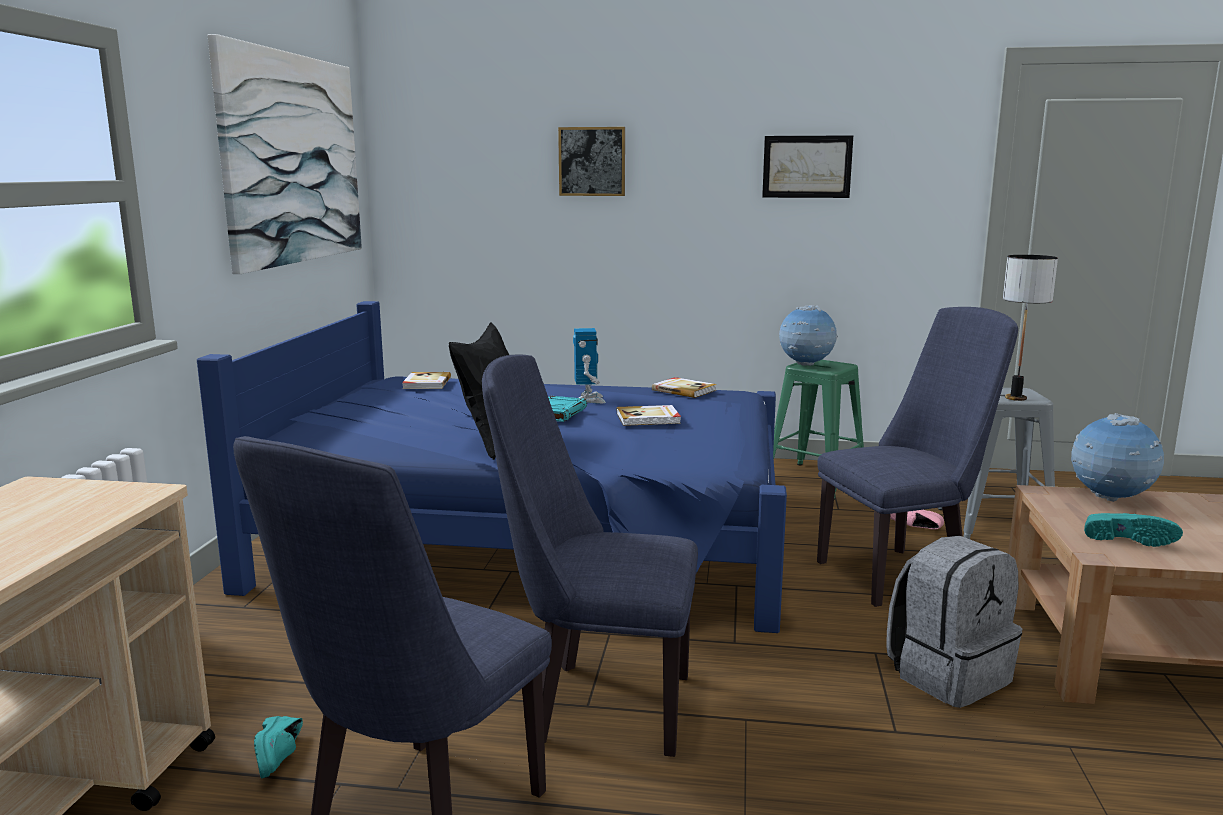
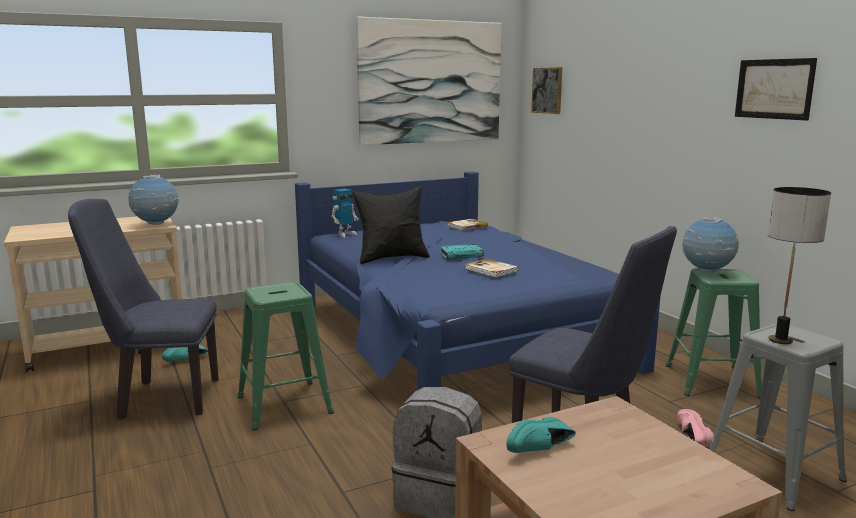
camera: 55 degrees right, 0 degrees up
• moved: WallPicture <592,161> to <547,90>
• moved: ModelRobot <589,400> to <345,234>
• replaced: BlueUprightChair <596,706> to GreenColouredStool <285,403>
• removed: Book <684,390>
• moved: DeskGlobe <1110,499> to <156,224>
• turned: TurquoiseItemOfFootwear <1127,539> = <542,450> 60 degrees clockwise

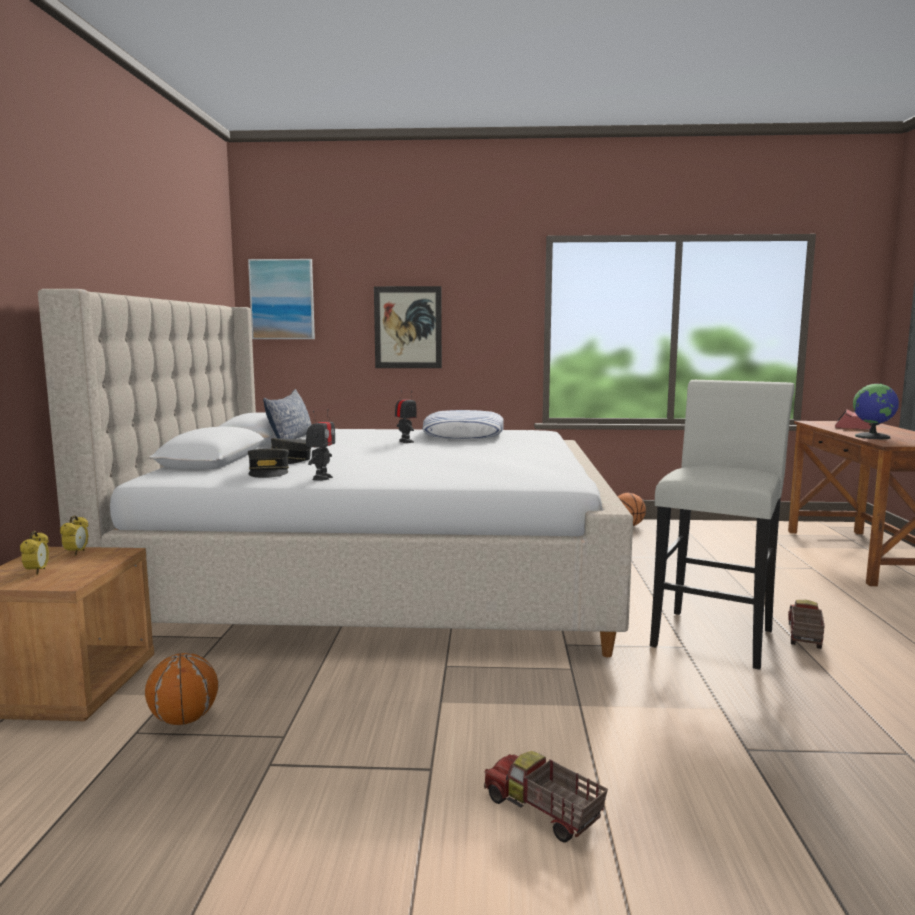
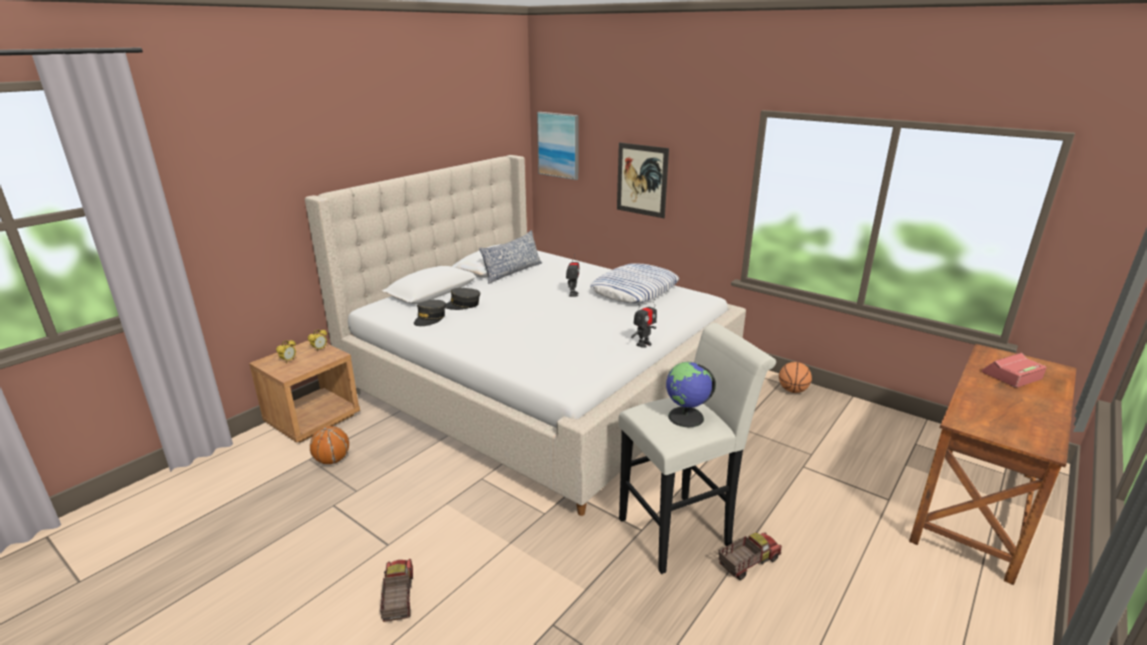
camera: 35 degrees right, 15 degrees up
• moved: DeskGlobe <873,437> to <686,417>
• moved: ModelRobot <322,478> to <643,344>

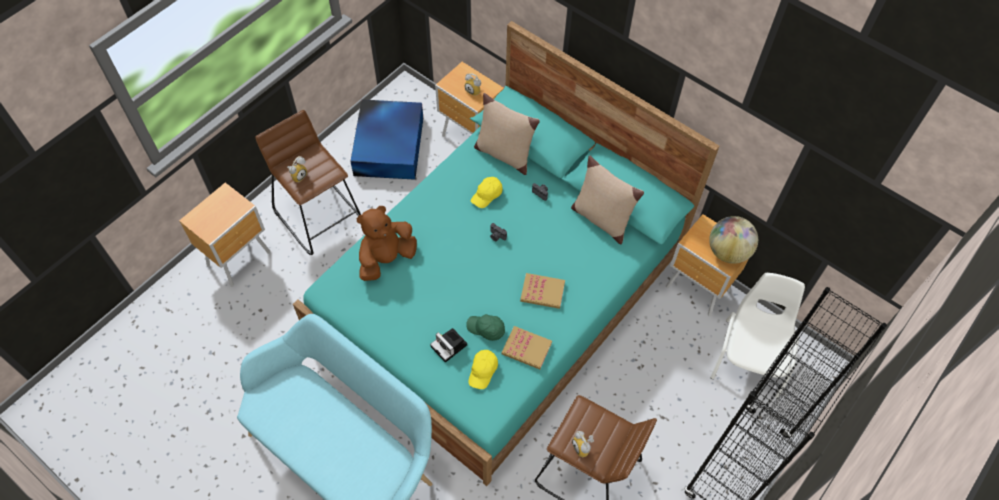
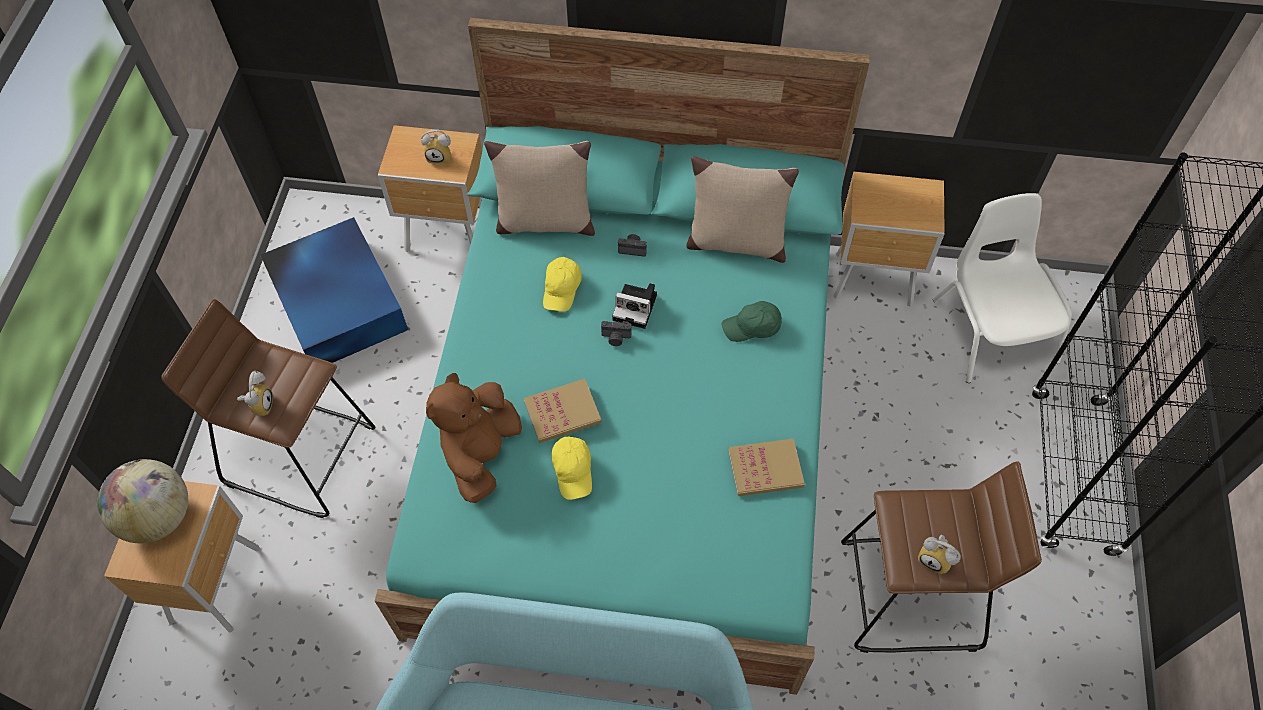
camera: 30 degrees left, 0 degrees up
• moved: DeskGlobe <728,251> to <158,517>
• moved: Book <542,292> to <562,412>
• moved: GreenColouredCap <486,329> to <752,327>
• moved: StillCamera <450,346> to <637,307>
• moved: YellowishCap <483,371> to <573,470>

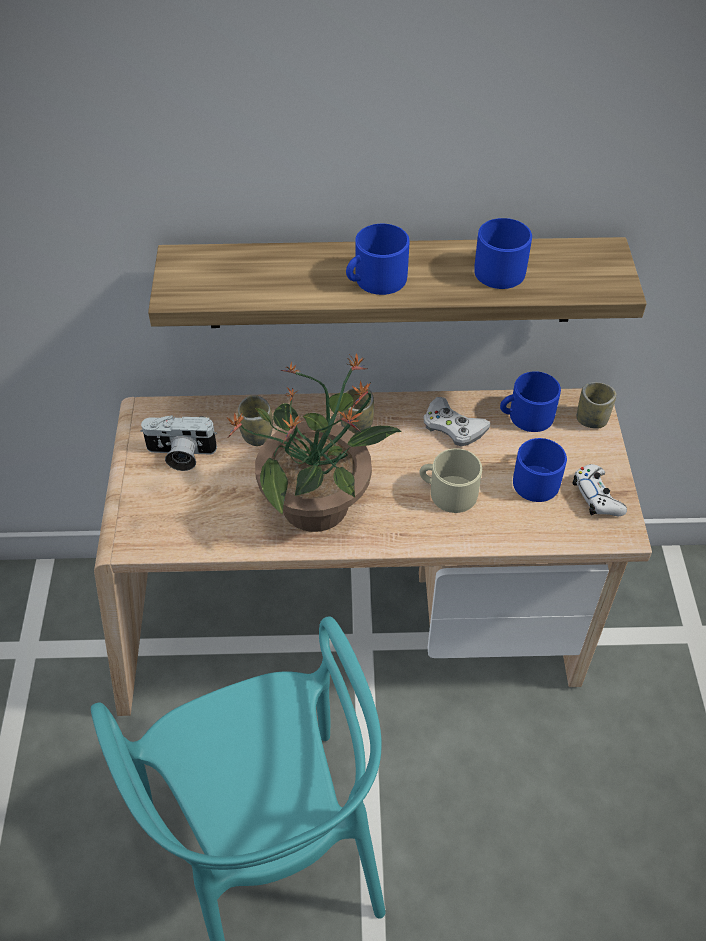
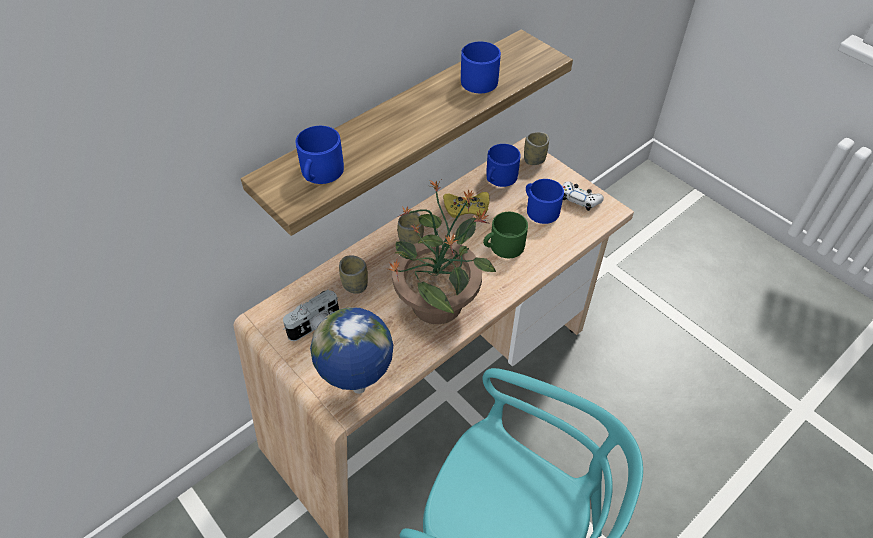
camera: 40 degrees left, 0 degrees up
• moved: BlueCoffeeMug <375,280> to <320,173>
• recoloured: WhiteColouredJoypad <453,427> to YellowishJoypad <467,207>
• recoloured: SandColouredCoffeeMug <447,492> to GreenColouredCoffeeMug <503,246>
• added: DeskGlobe <359,389>

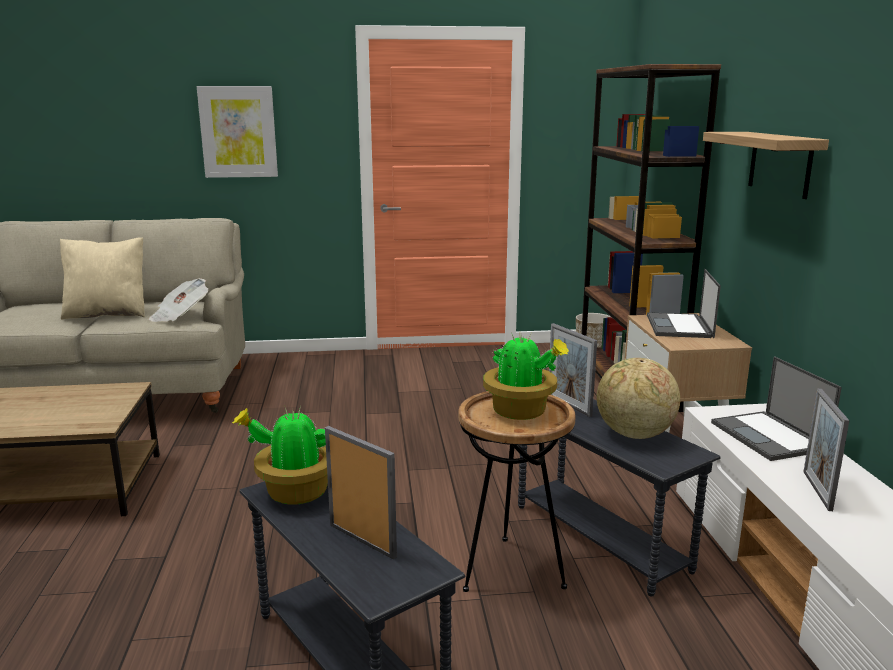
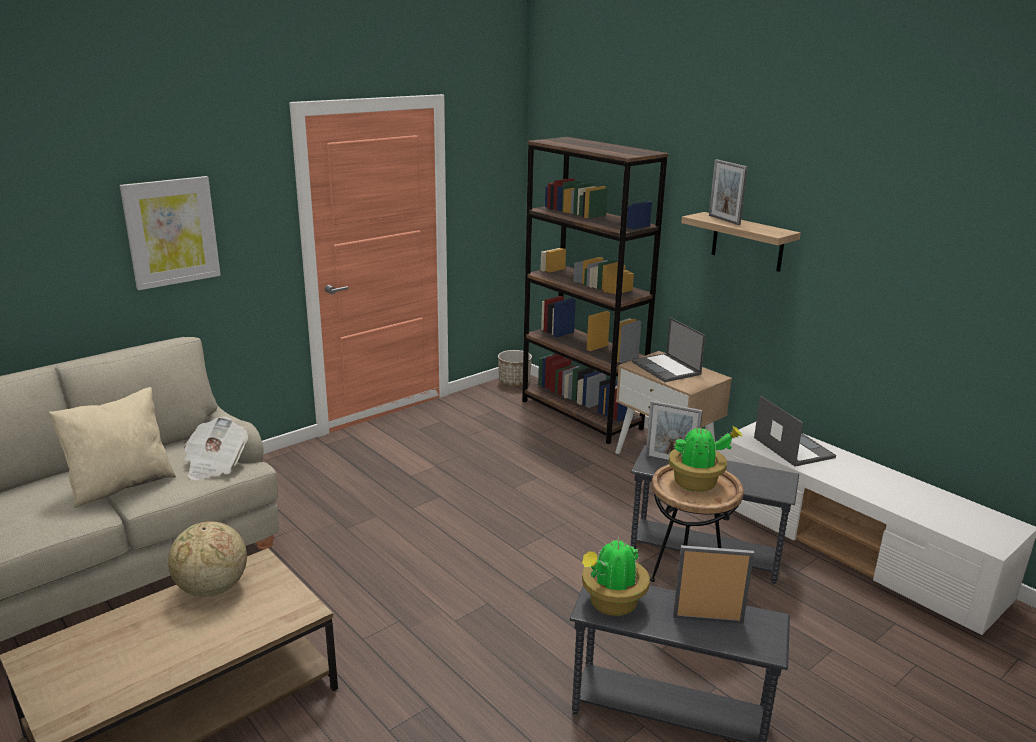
camera: 35 degrees left, 5 degrees up
• turned: Laptop <770,437> = <792,447> 150 degrees counterclockwise
• moved: DeskGlobe <634,434> to <212,589>
• moved: PhotoFrame <817,490> to <724,220>

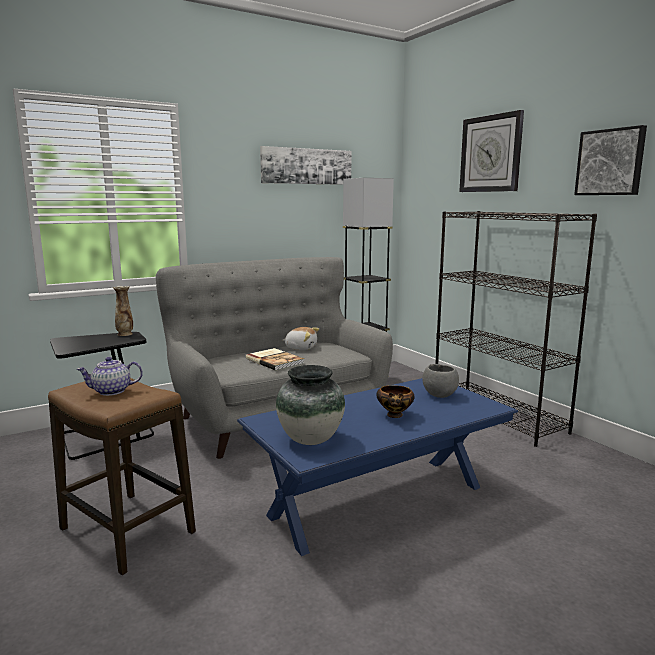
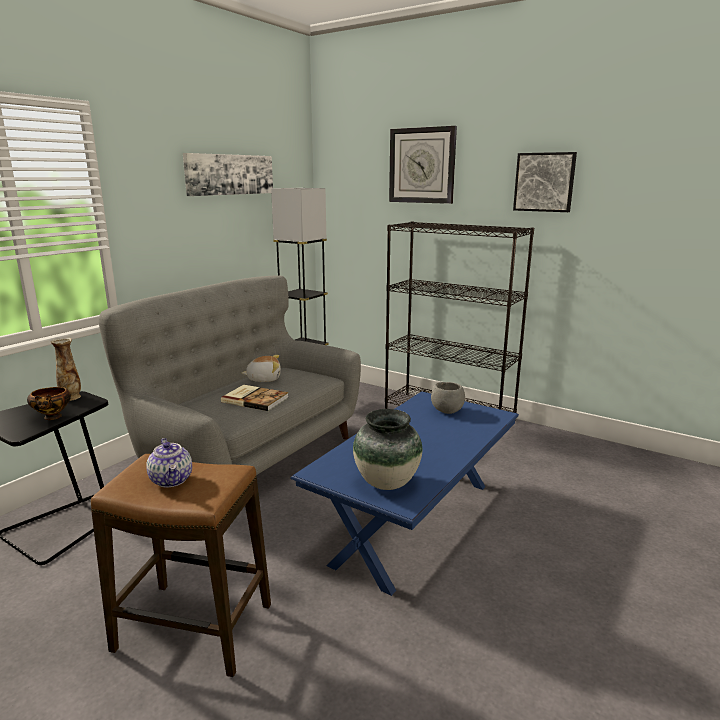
camera: 25 degrees left, 5 degrees up
• turned: TeaPot <111,391> = <172,480> 75 degrees counterclockwise
• moved: ServingBowl <395,416> to <53,417>

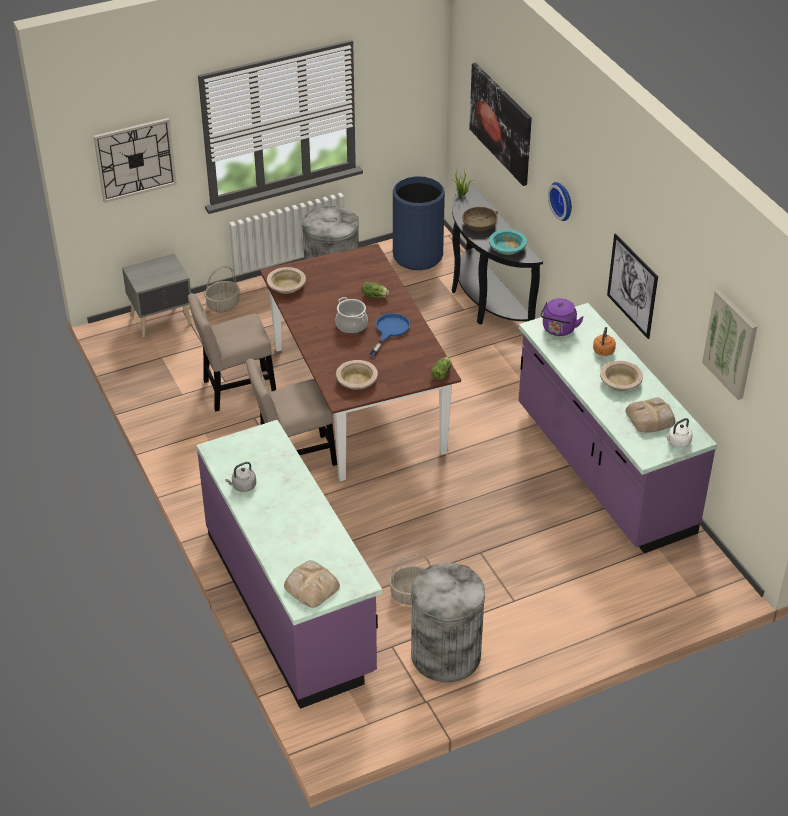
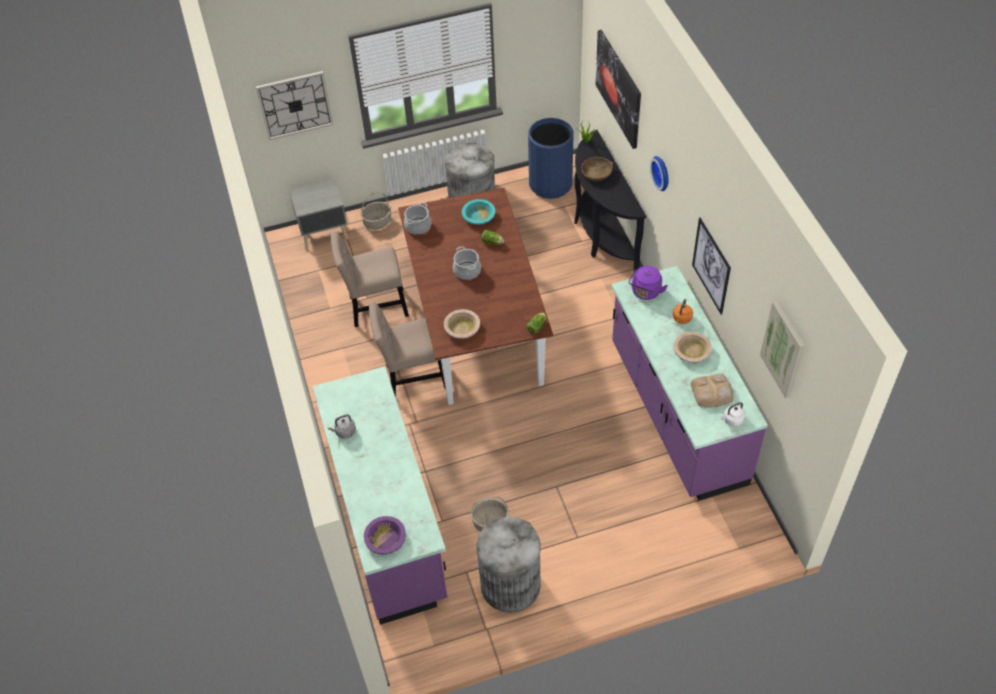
camera: 10 degrees right, 10 degrees up
• moved: TurquoiseServingBowl <507,247> to <479,216>
• replaced: SandColouredServingBowl <286,286> to CookingPot <418,226>
• removed: BlueSkillet <389,331>
• replaced: BakedBread <311,586> to PurpleColouredServingBowl <385,539>

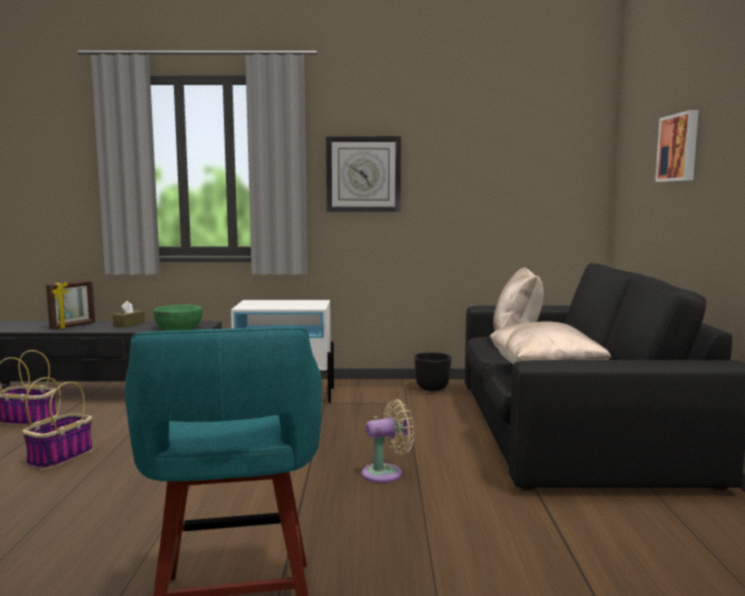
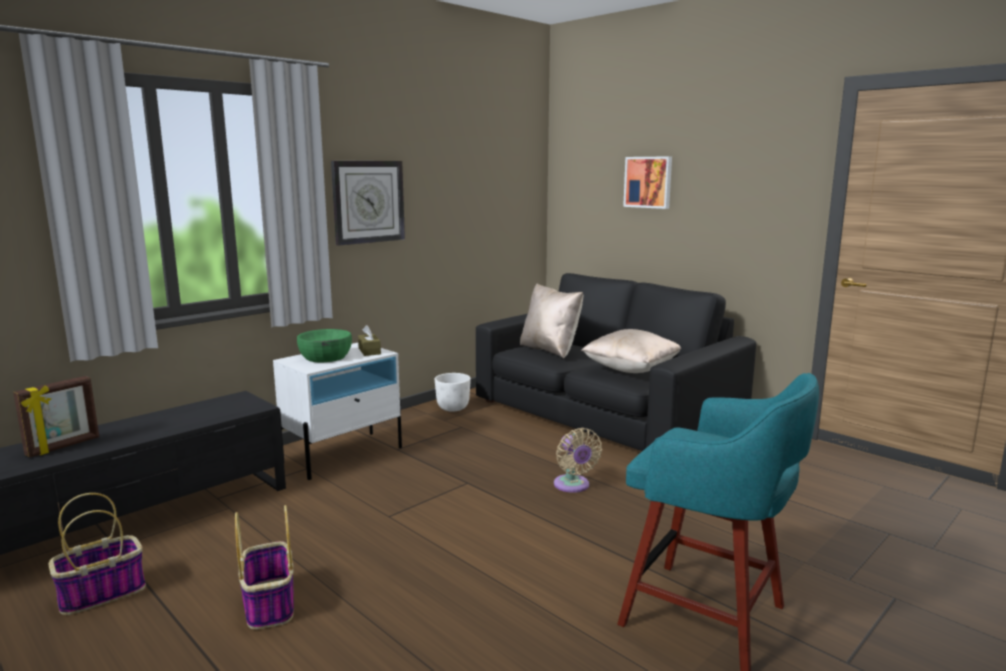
camera: 45 degrees left, 5 degrees up
• turned: PhotoFrame <73,326> = <63,447> 45 degrees clockwise
• moved: BrownColouredTissueBox <129,324> to <369,351>
• moved: GreenColouredServingBowl <179,328> to <325,357>
• recoloured: BlackColouredFlowerPot <431,388> to WhiteColouredFlowerPot <452,408>
• turned: SandColouredCoolingFan <386,473> = <573,486> 135 degrees clockwise

